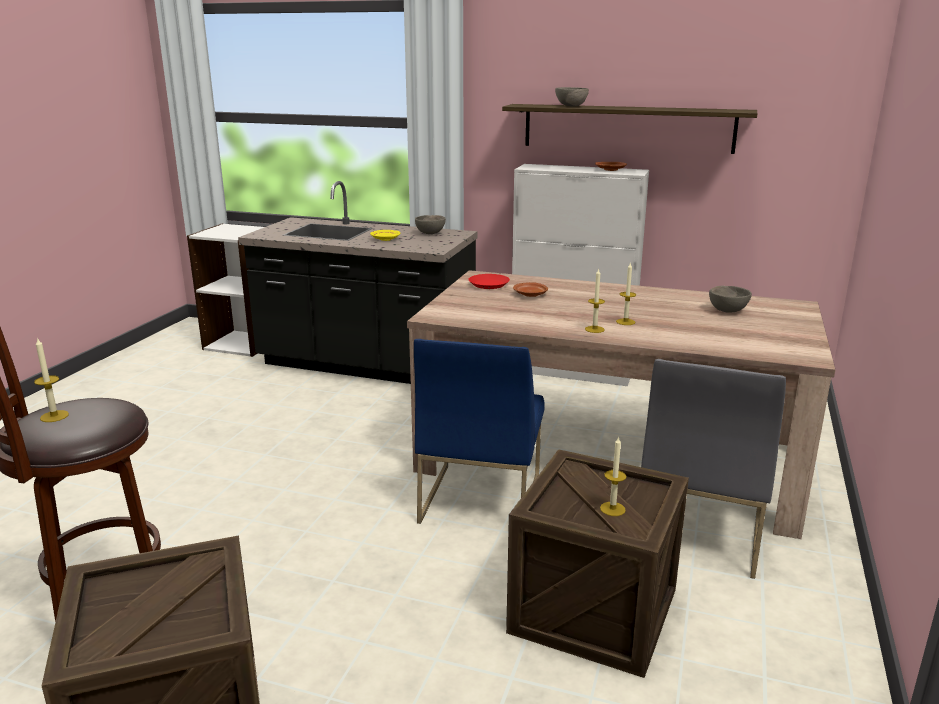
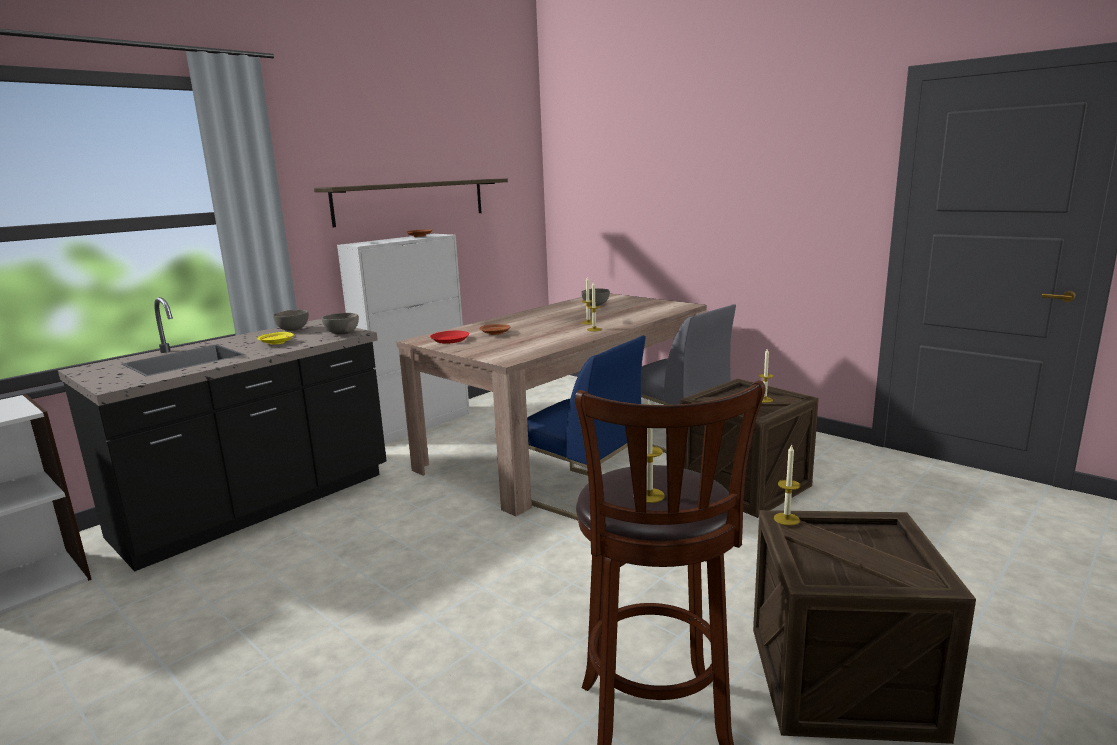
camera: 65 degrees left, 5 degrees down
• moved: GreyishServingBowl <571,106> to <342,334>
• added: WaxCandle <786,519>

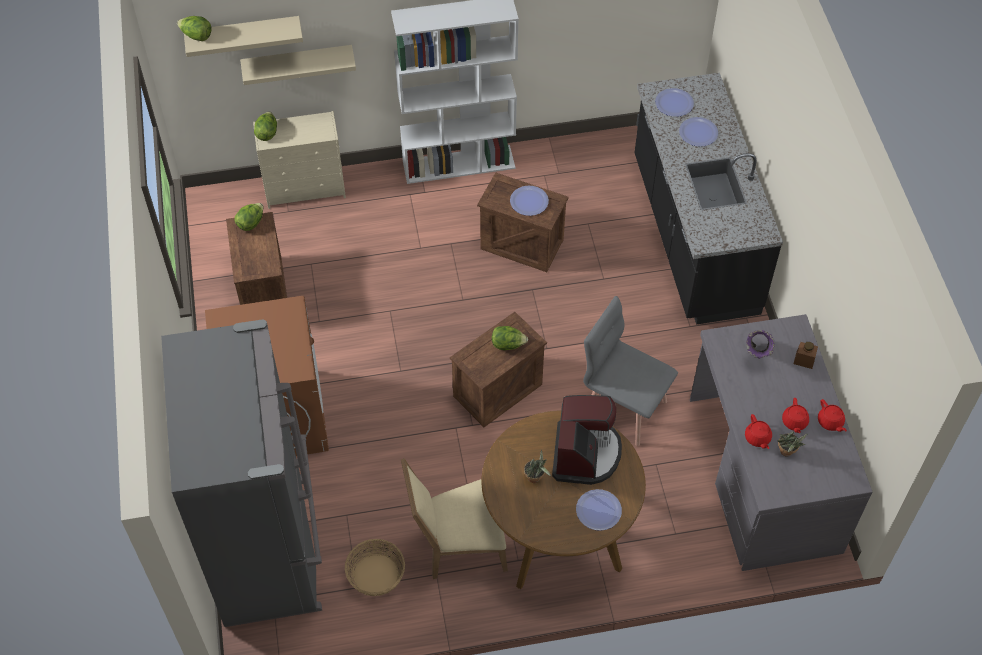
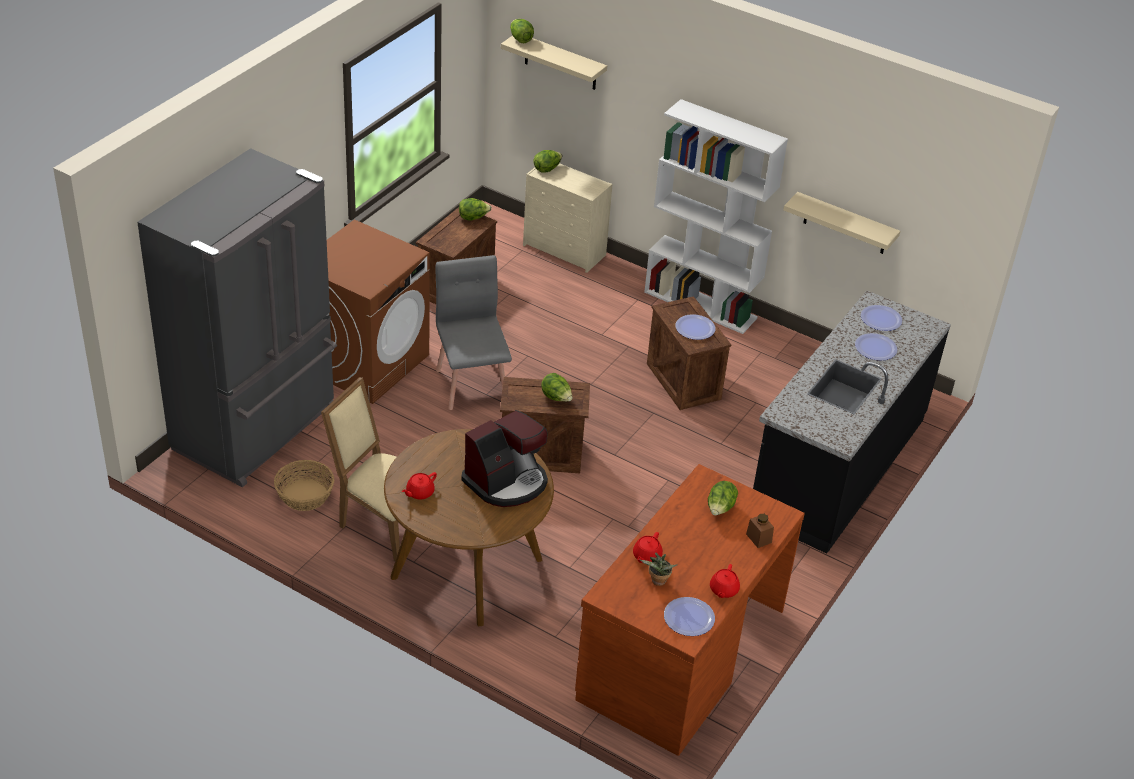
camera: 40 degrees right, 15 degrees down
• moved: SandColouredShelf <298,63> to <845,224>
• moved: GreyishUprightChair <624,408> to <472,385>
• recoloured: GreyishDesk <762,475> to BrownColouredDesk <680,654>
• replaced: PurpleColouredVase <756,357> to LettuceHead <720,509>
• moved: RedColouredTeaPot <794,422> to <419,493>
• removed: PlantInAPot <536,478>
• moved: FlatDish <598,510> to <689,618>

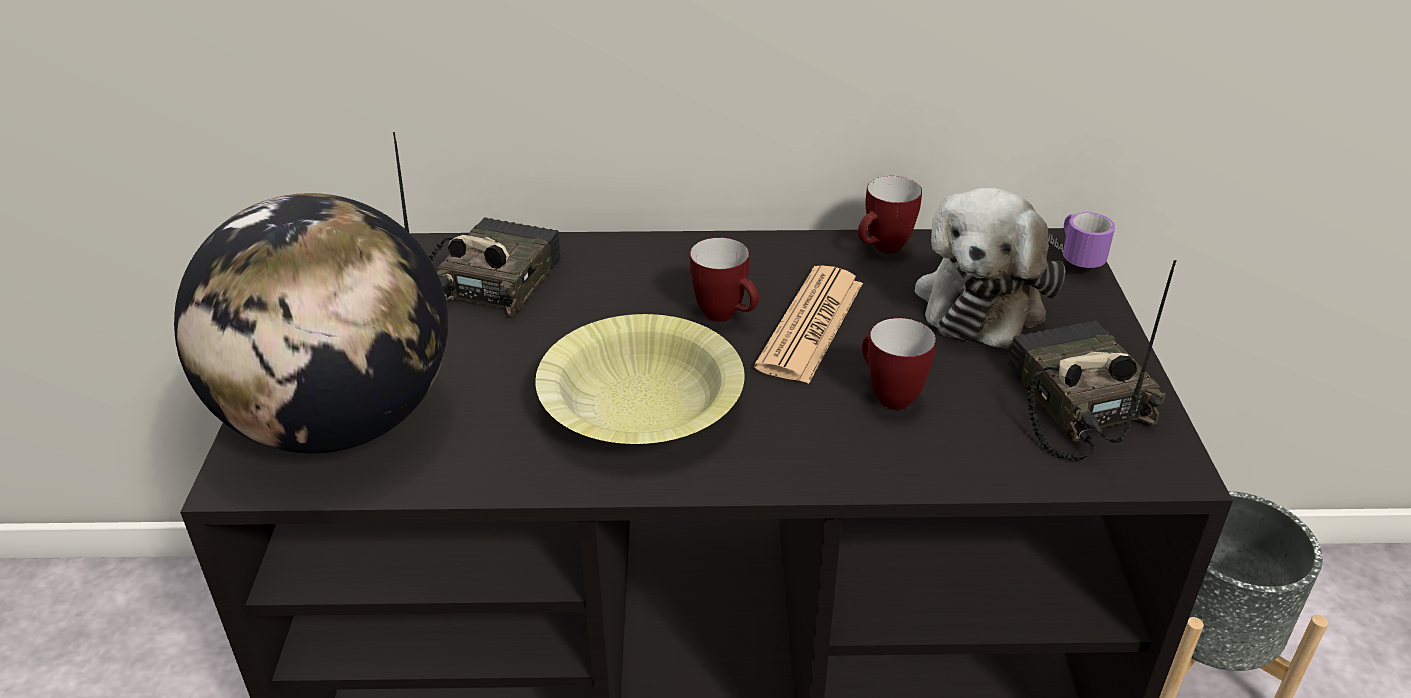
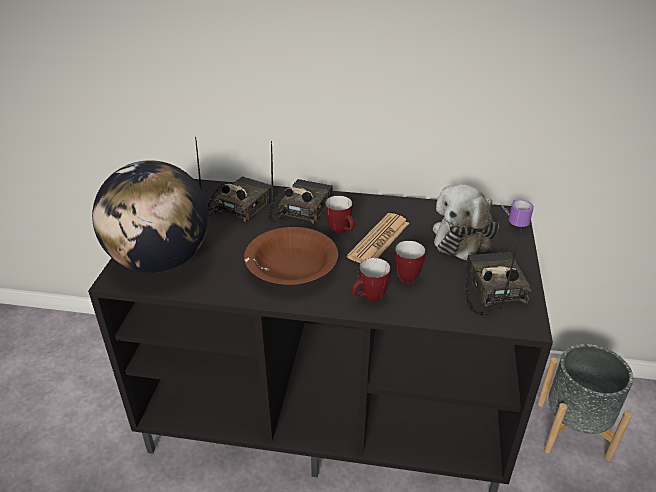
camera: 10 degrees right, 0 degrees up
• moved: CoffeeMug <883,250> to <369,298>
• recoloured: YellowishServingBowl <640,405> to BrownColouredServingBowl <291,267>
• added: RadioReceiver <300,208>

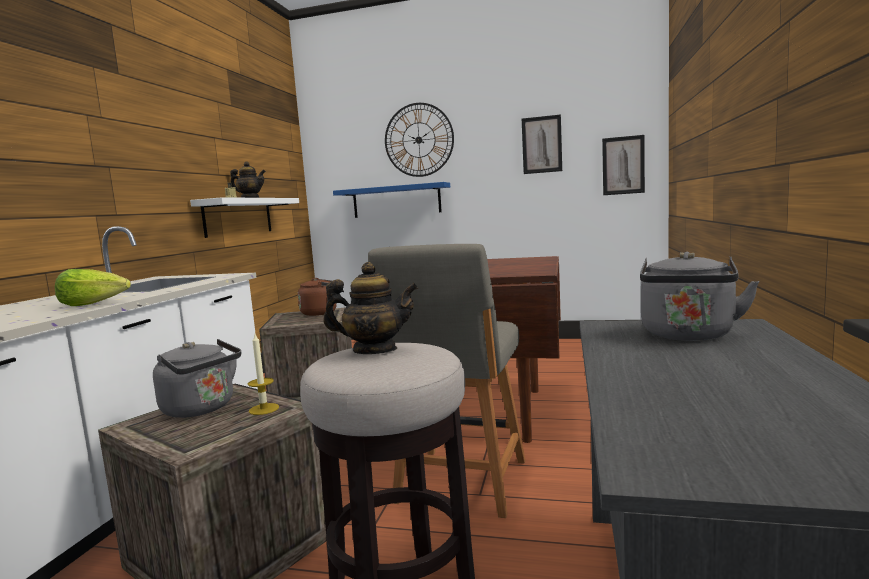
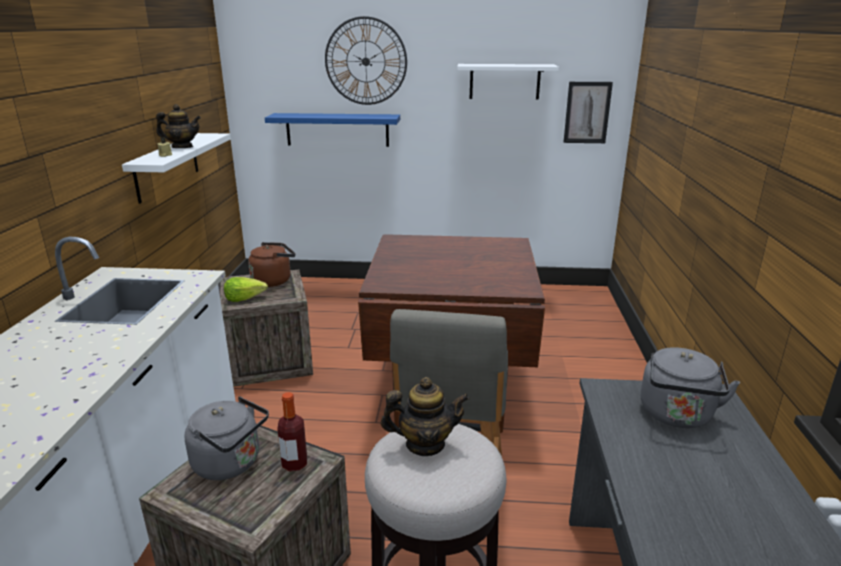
camera: 10 degrees left, 15 degrees up
• replaced: WallPicture <542,144> to WhiteColouredShelf <504,81>
• moved: LettuceHead <94,304> to <244,298>
• replaced: WaxCandle <264,409> to Bottle <294,464>

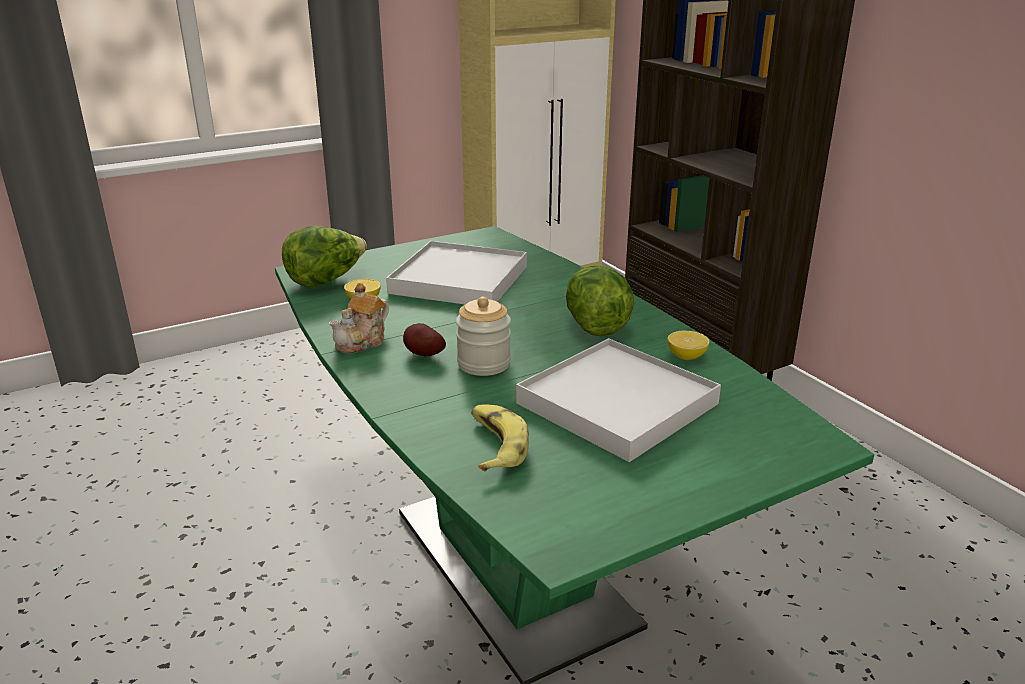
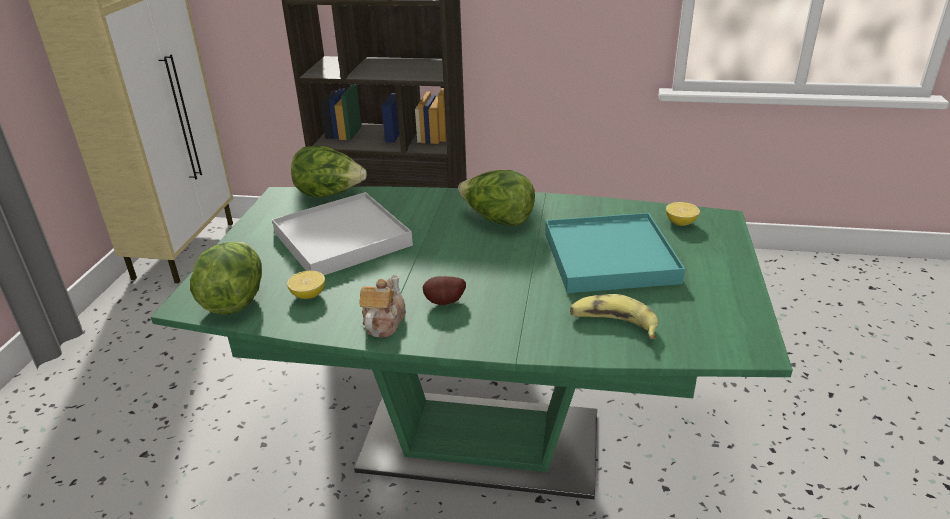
camera: 50 degrees left, 5 degrees up
• turned: TeaPot <362,342> = <383,322> 150 degrees counterclockwise
• removed: StorageJar <484,364>
• moved: WholeLemon <686,357> to <680,223>
• recoloured: WhiteColouredCarryingTray <617,404> to TurquoiseCarryingTray <610,258>
• added: LettuceHead <330,194>

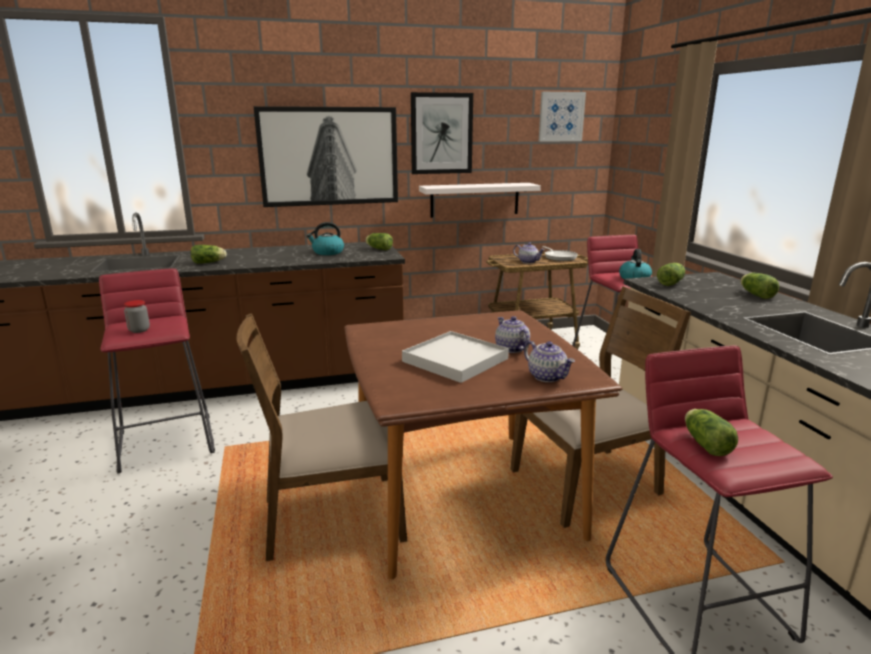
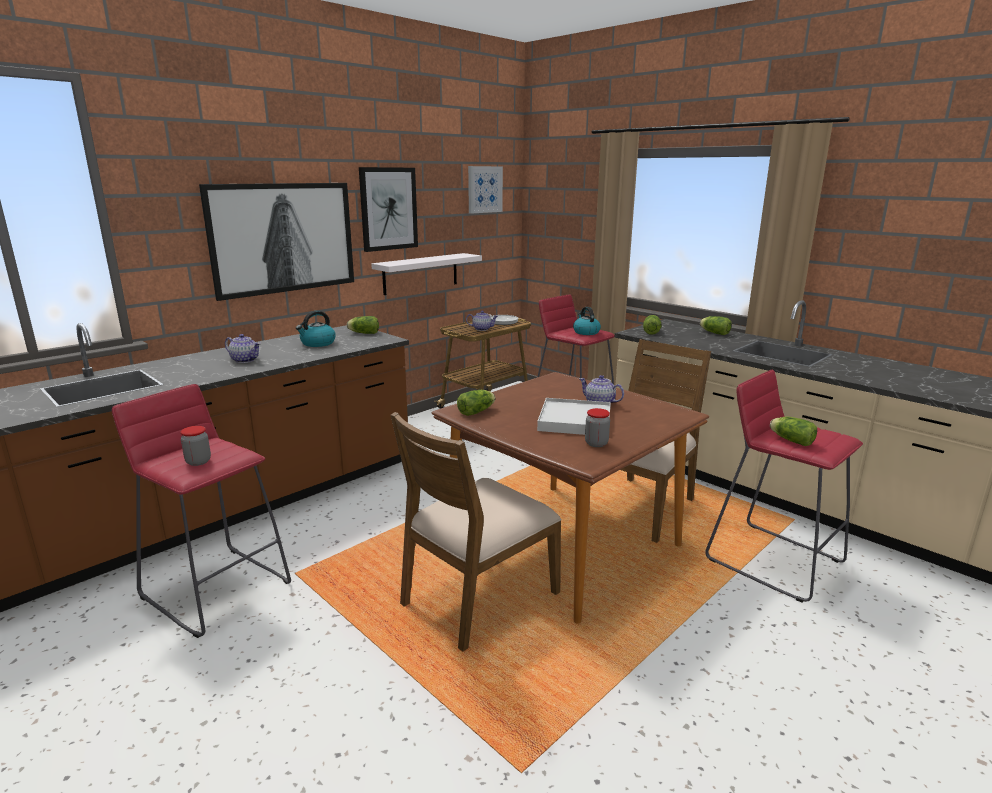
camera: 30 degrees left, 0 degrees up
• moved: LettuceHead <210,262> to <477,411>
• moved: TeaPot <547,377> to <245,360>
• added: StorageJar <596,443>

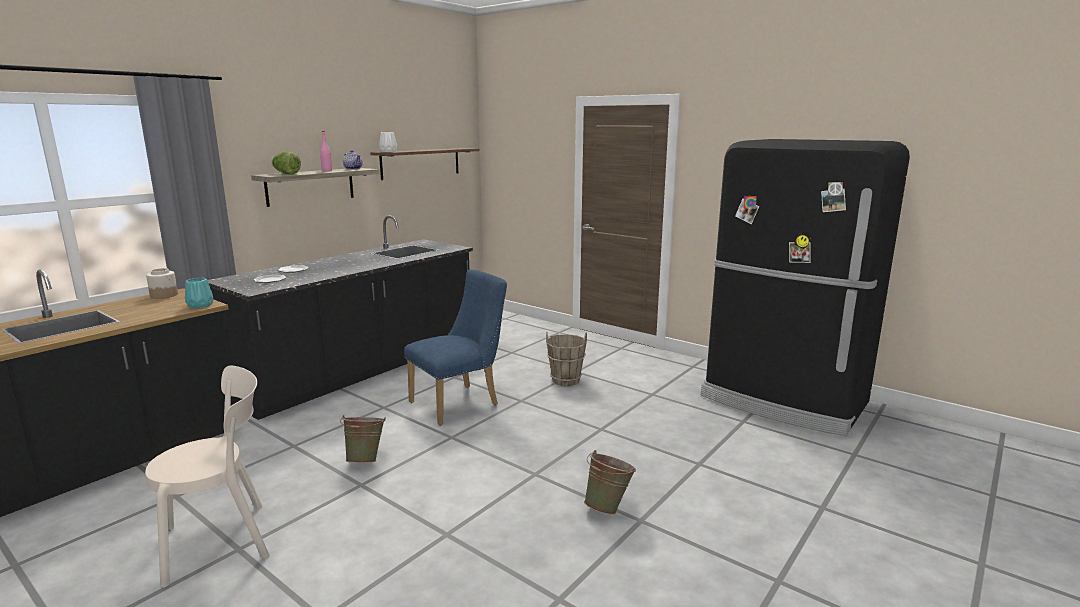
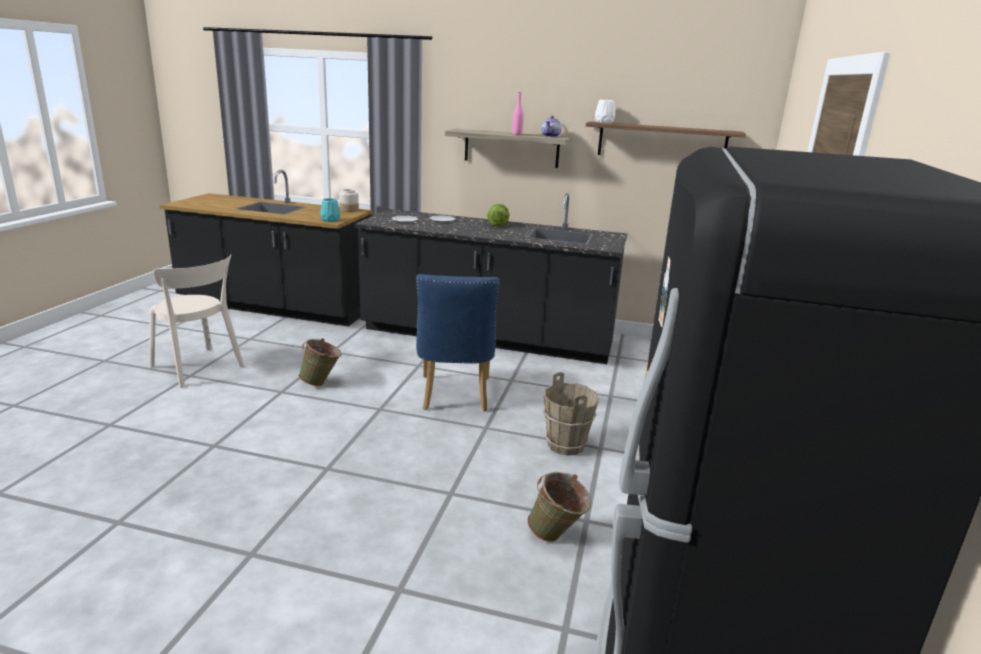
camera: 65 degrees right, 5 degrees up
• moved: LettuceHead <286,174> to <498,224>
• turned: BlueUprightChair <460,403> = <454,396> 60 degrees clockwise
• moved: GreenColouredPail <608,507> to <556,536>

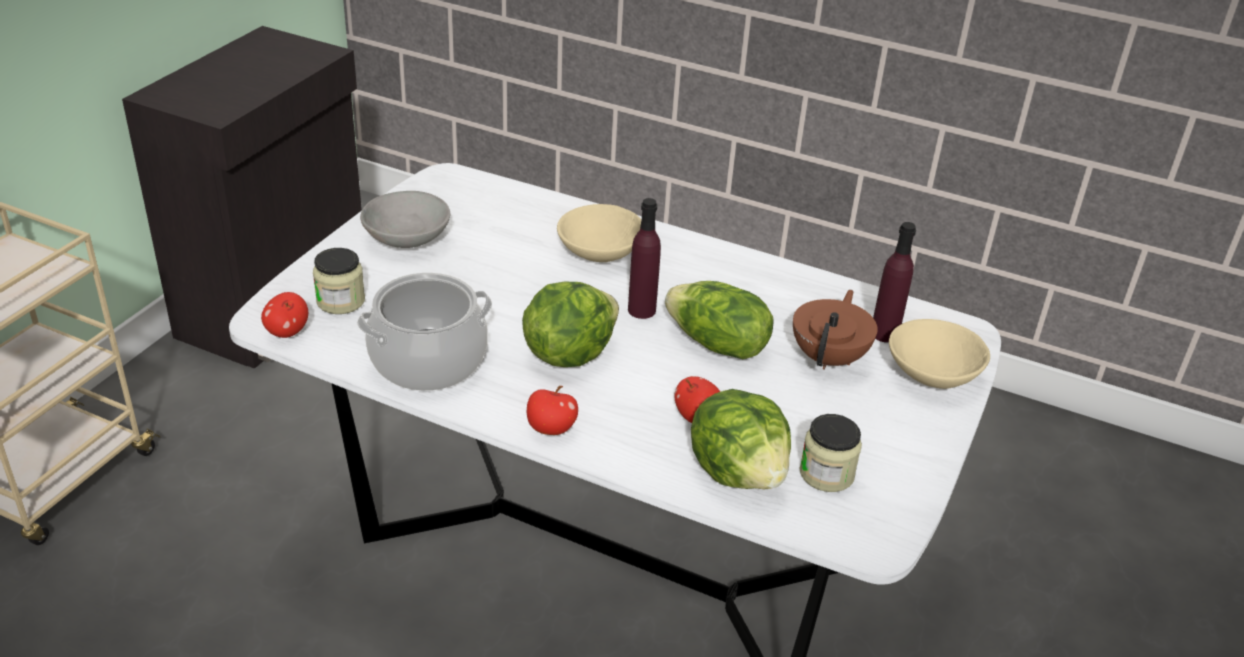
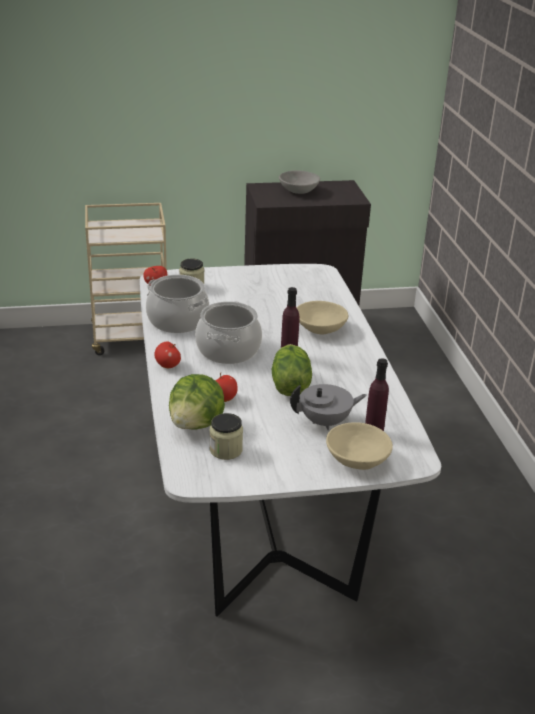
camera: 55 degrees right, 5 degrees down
• moved: GreyishServingBowl <406,238> to <298,191>
• replaced: LettuceHead <568,353> to CookingPot <228,350>
• recoloured: BrownColouredTeaPot <829,357> to GreyishTeaPot <325,422>

